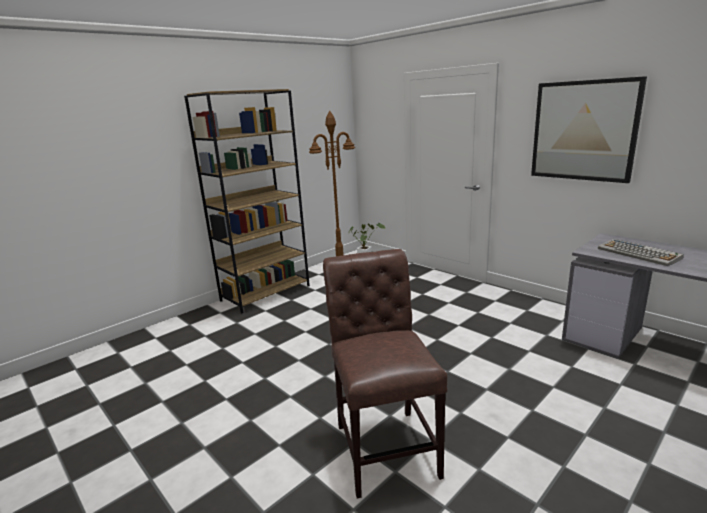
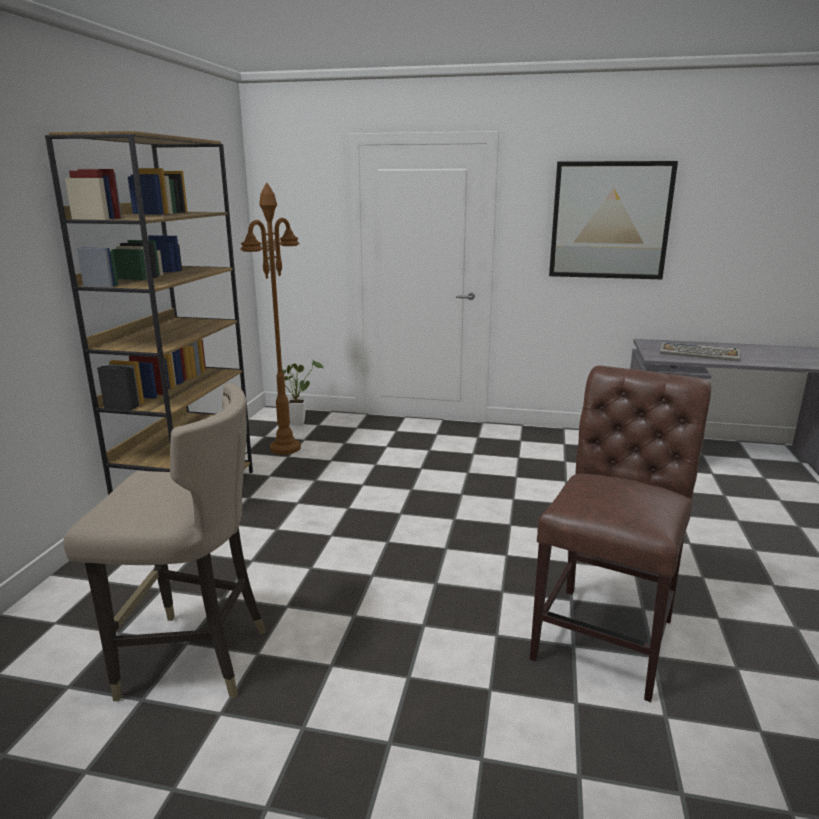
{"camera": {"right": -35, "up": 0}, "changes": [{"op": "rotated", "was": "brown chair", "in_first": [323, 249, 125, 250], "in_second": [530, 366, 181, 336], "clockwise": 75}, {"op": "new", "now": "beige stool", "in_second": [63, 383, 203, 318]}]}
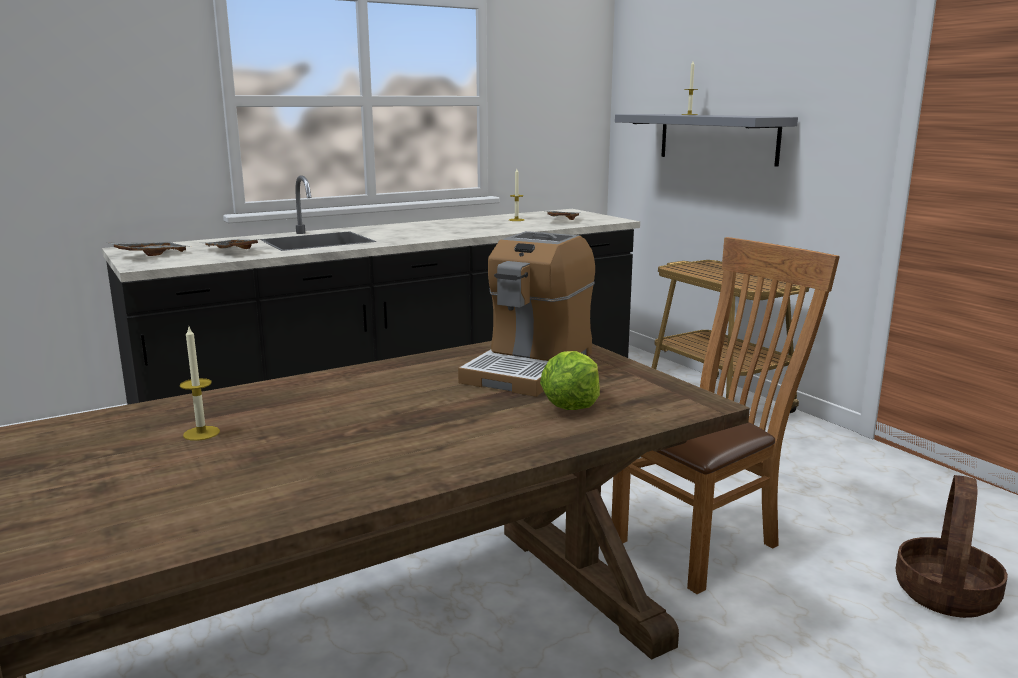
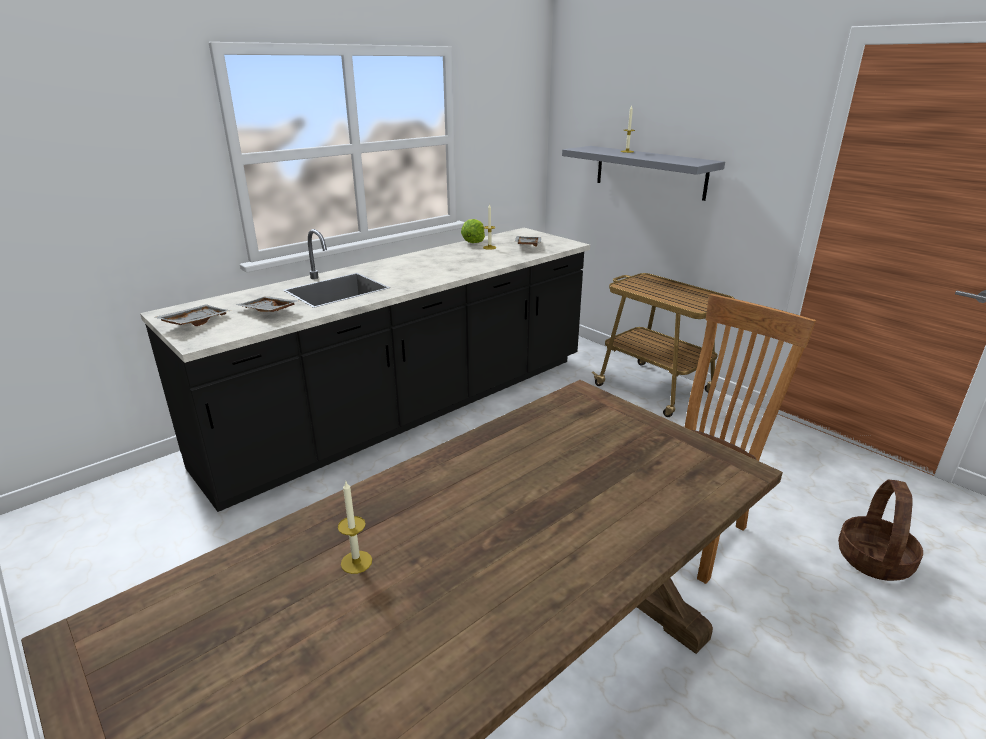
{"camera": {"right": -10, "up": 10}, "changes": [{"op": "gone", "was": "coffee machine", "in_first": [458, 231, 137, 166]}, {"op": "shifted", "was": "lettuce", "in_first": [540, 351, 60, 59], "in_second": [461, 219, 24, 24]}]}
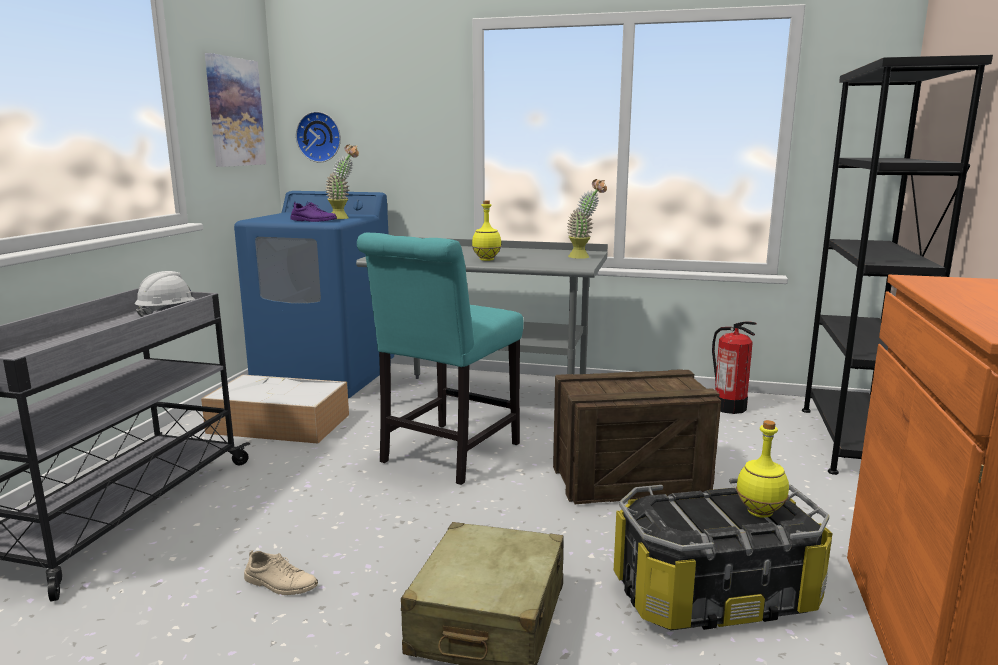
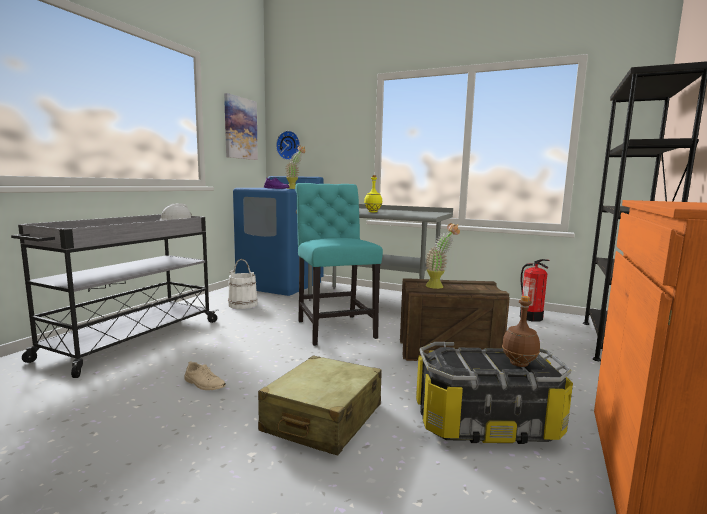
{"camera": {"right": 10, "up": -5}, "changes": [{"op": "shifted", "was": "potted plant", "in_first": [568, 179, 39, 80], "in_second": [426, 223, 34, 66]}, {"op": "rotated", "was": "turquoise chair", "in_first": [357, 233, 166, 252], "in_second": [295, 183, 88, 163], "clockwise": 120}, {"op": "swapped", "was": "storage box", "now": "white bucket", "in_first": [201, 375, 148, 69], "in_second": [228, 259, 30, 50]}, {"op": "repainted", "was": "yellow bottle", "now": "brown bottle", "in_first": [736, 420, 53, 98], "in_second": [502, 296, 38, 71]}]}
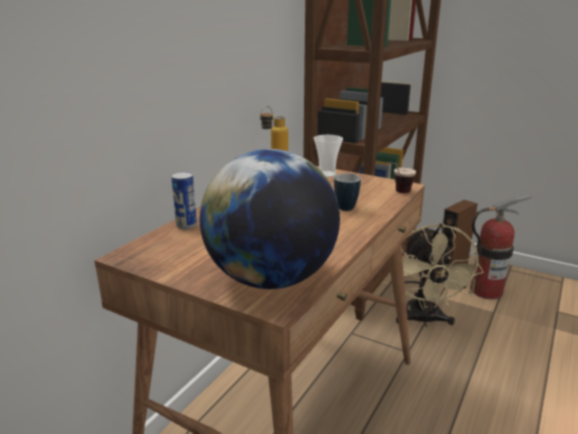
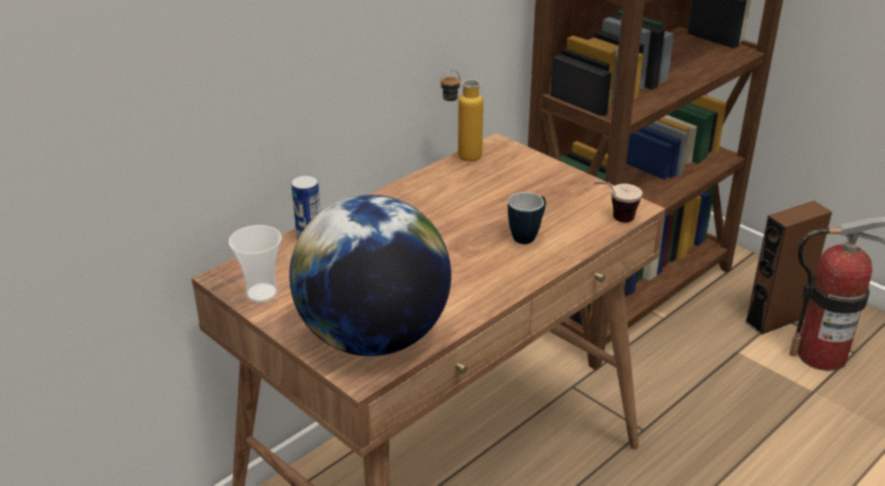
{"camera": {"right": 15, "up": 10}, "changes": [{"op": "shifted", "was": "cup", "in_first": [314, 135, 29, 42], "in_second": [229, 225, 53, 77]}, {"op": "gone", "was": "beige fan", "in_first": [396, 224, 87, 103]}]}
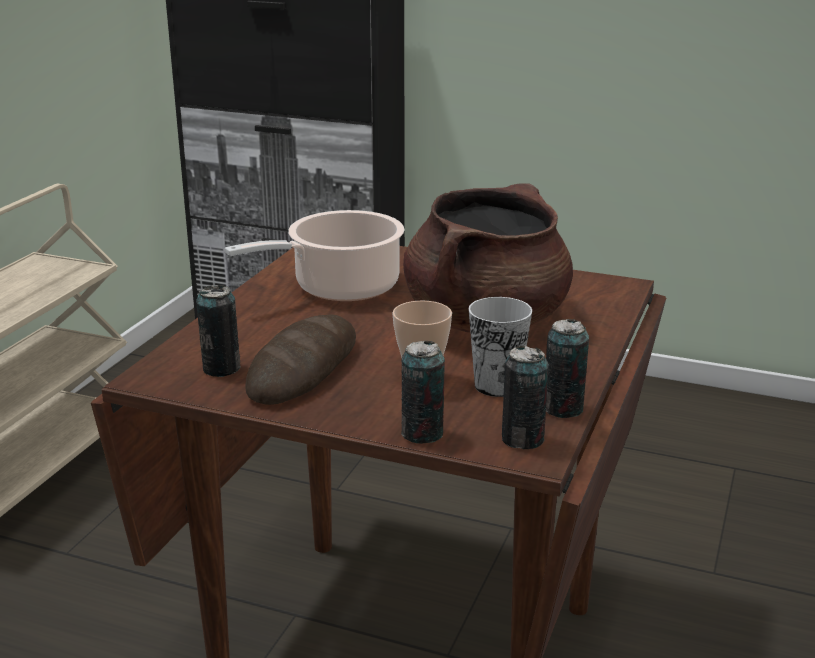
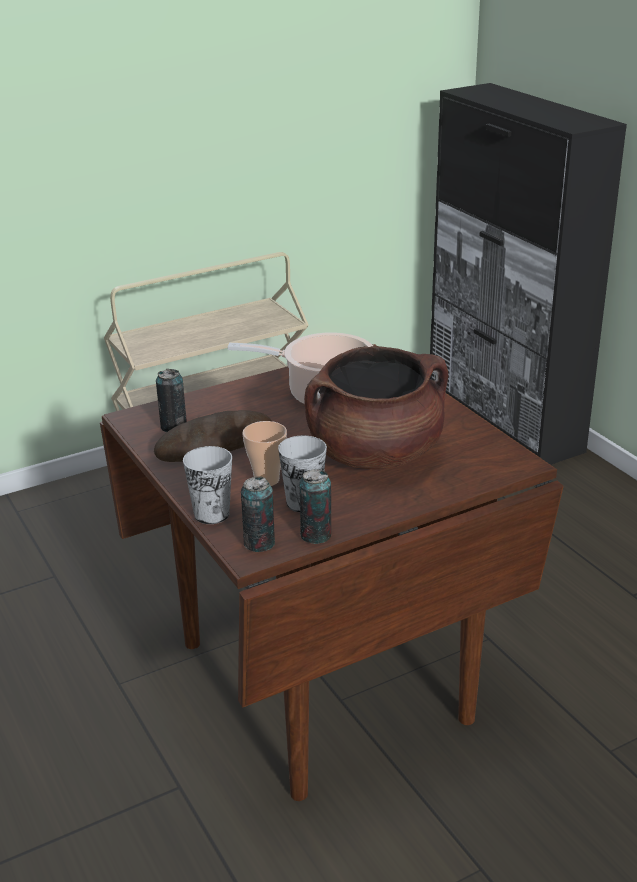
{"camera": {"right": 40, "up": 5}, "changes": [{"op": "swapped", "was": "can", "now": "cup", "in_first": [401, 341, 44, 103], "in_second": [183, 446, 49, 78]}]}
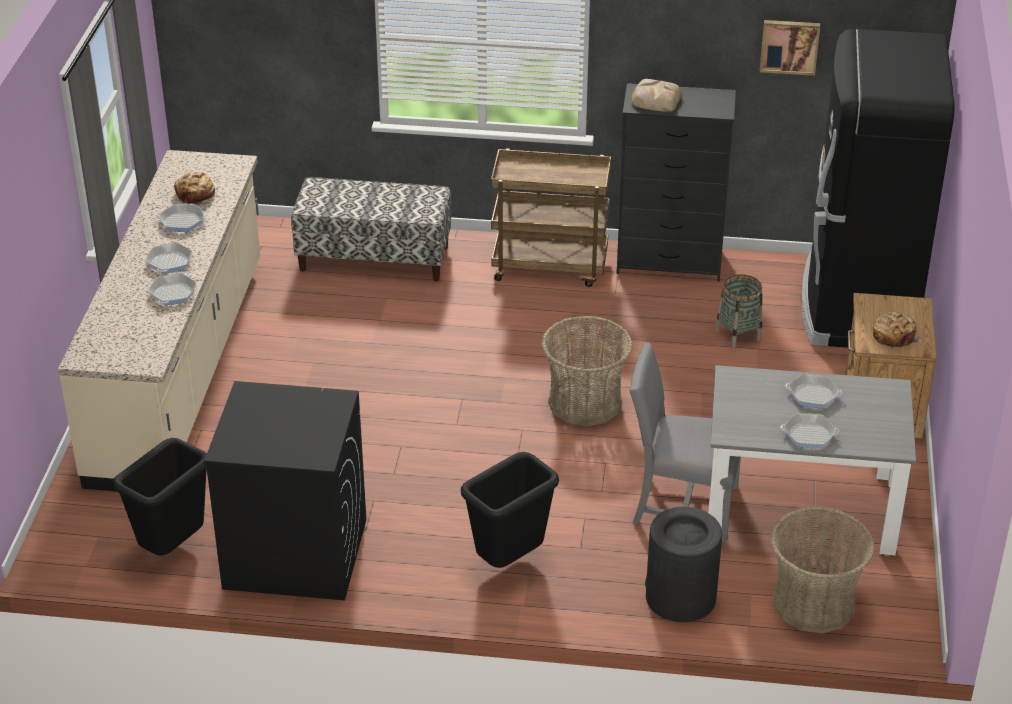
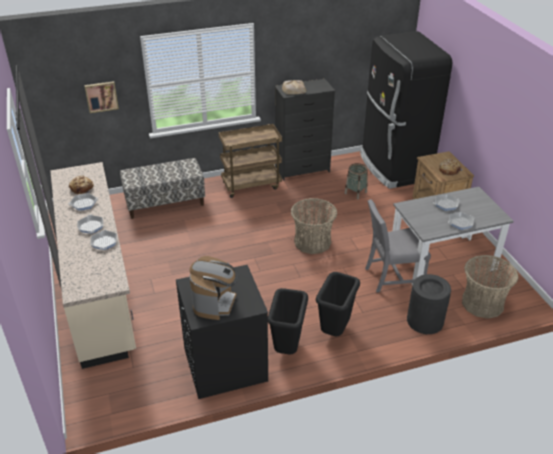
{"camera": {"right": -25, "up": 0}, "changes": [{"op": "shifted", "was": "picture", "in_first": [760, 20, 60, 56], "in_second": [84, 81, 35, 32]}, {"op": "shifted", "was": "black trash can", "in_first": [113, 438, 94, 117], "in_second": [268, 288, 40, 66]}, {"op": "new", "now": "coffee machine", "in_second": [189, 256, 49, 64]}]}
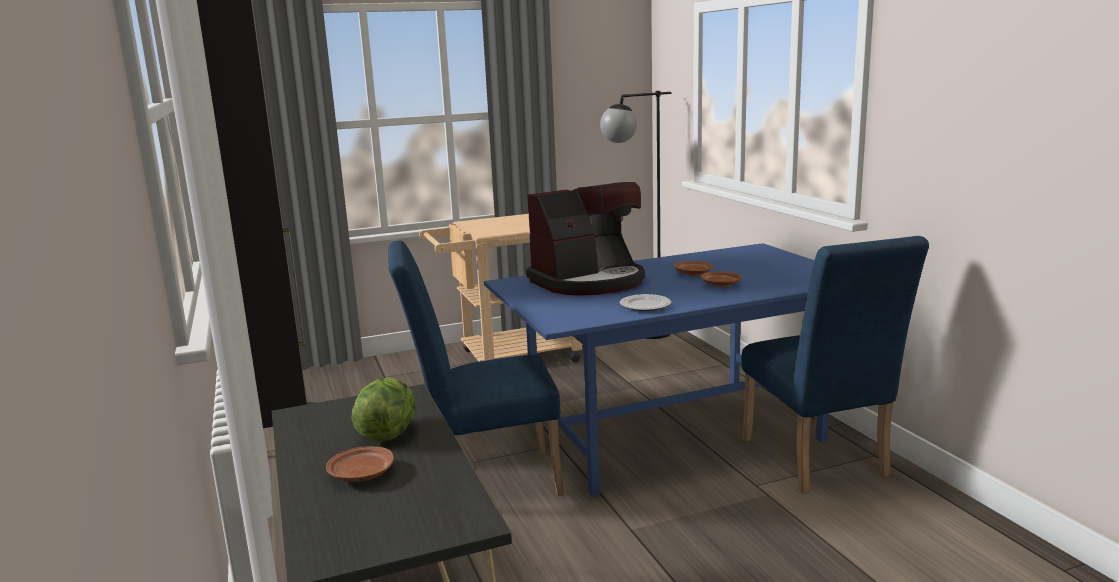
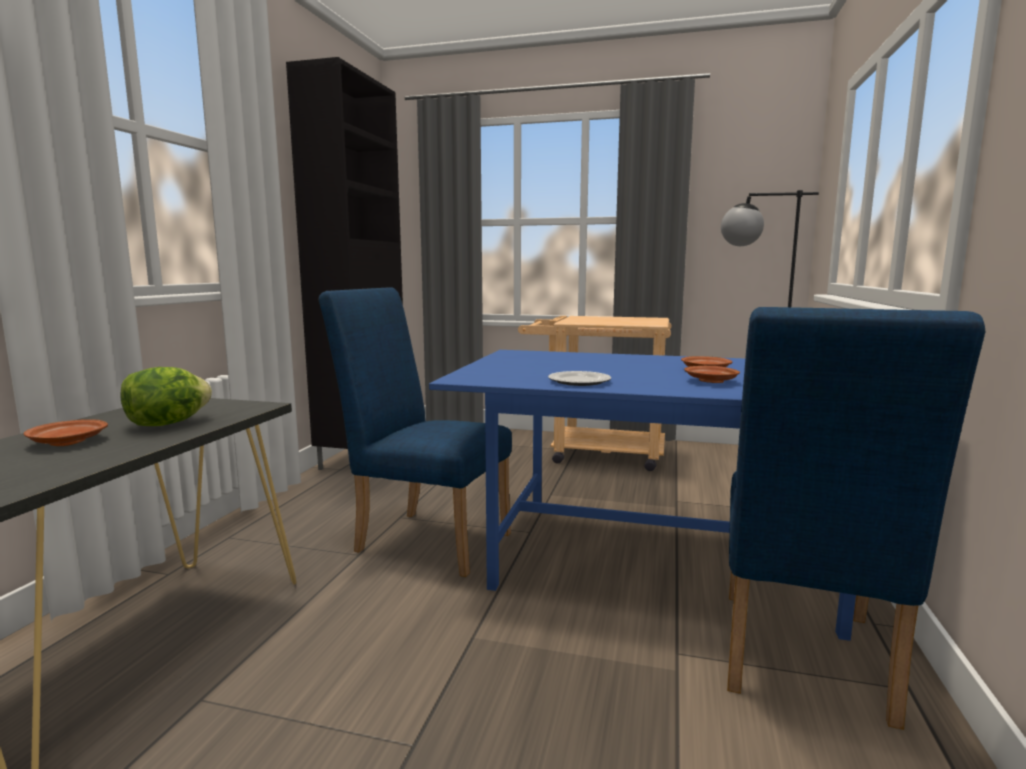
{"camera": {"right": 35, "up": -5}, "changes": [{"op": "gone", "was": "coffee machine", "in_first": [526, 182, 119, 114]}]}
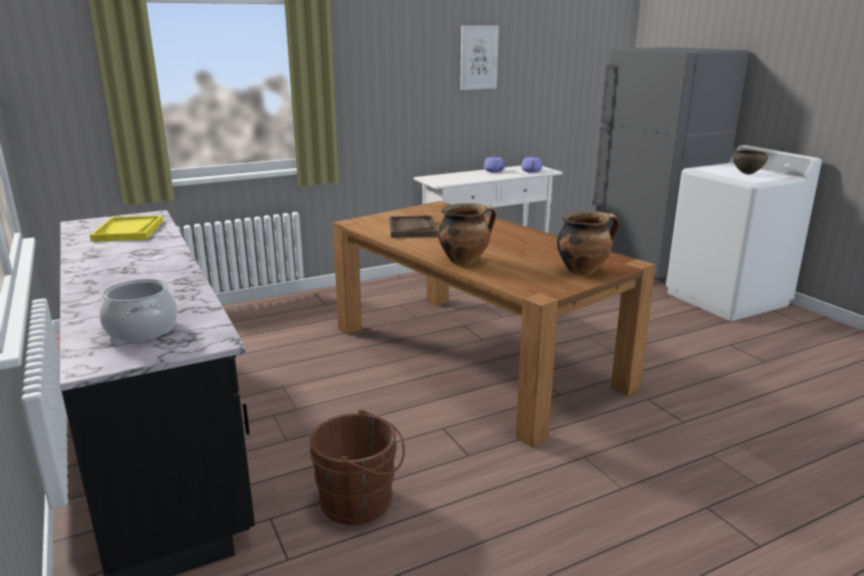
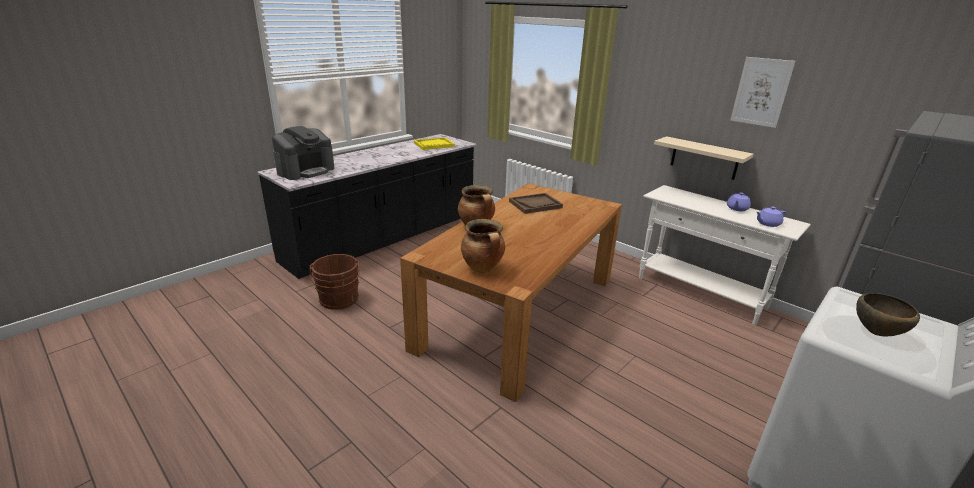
{"camera": {"right": 70, "up": 5}, "changes": [{"op": "swapped", "was": "cooking pot", "now": "coffee machine", "in_first": [99, 279, 79, 63], "in_second": [272, 126, 63, 54]}, {"op": "new", "now": "beige shelf", "in_second": [654, 136, 100, 44]}]}
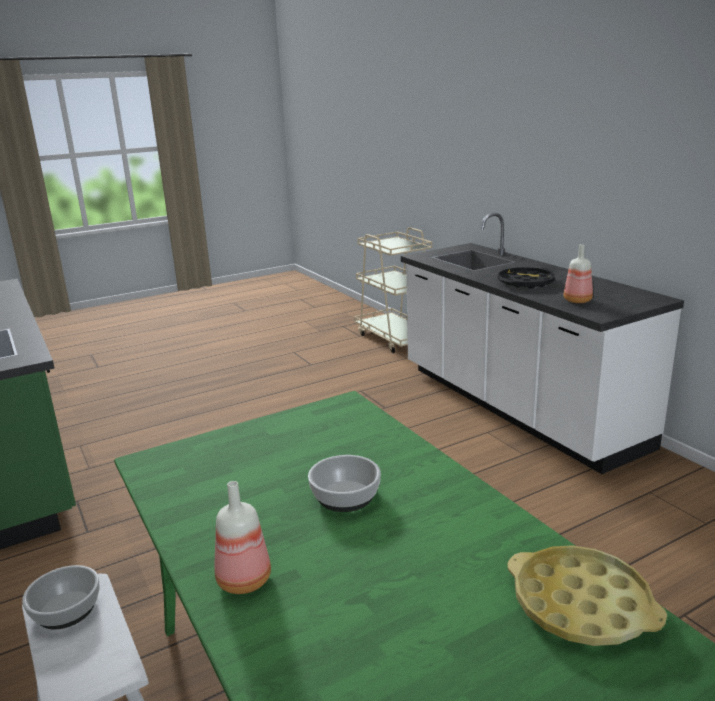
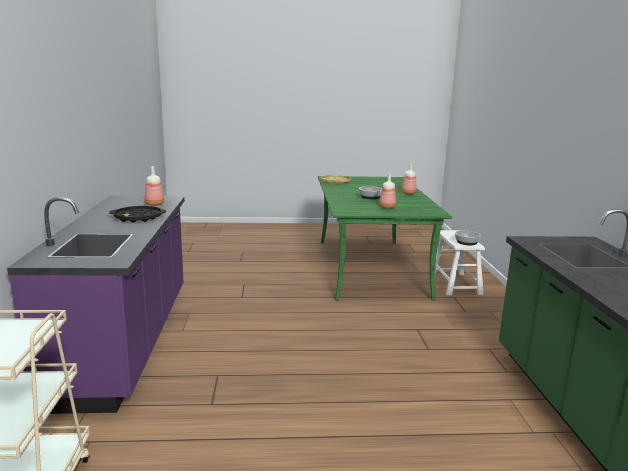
{"camera": {"right": -155, "up": -5}, "changes": [{"op": "repainted", "was": "white counter", "now": "purple counter", "in_first": [401, 213, 283, 261], "in_second": [7, 196, 178, 218]}, {"op": "new", "now": "bottle", "in_second": [379, 173, 17, 36]}]}
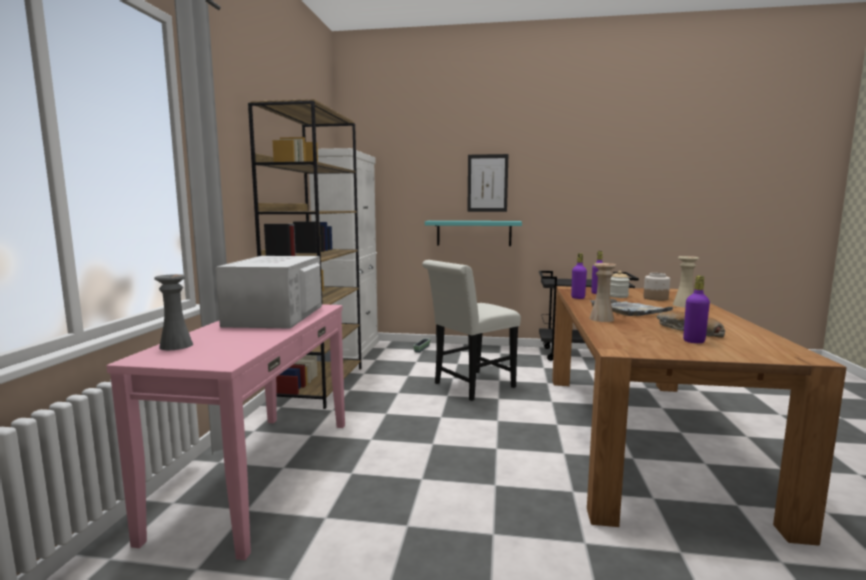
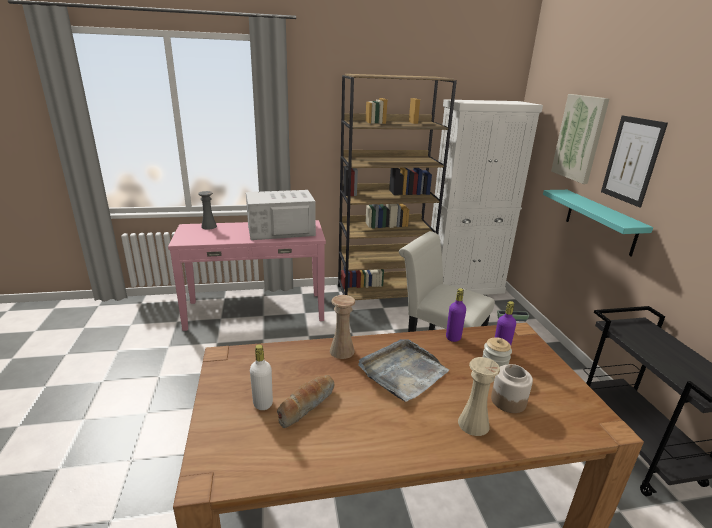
{"camera": {"right": 70, "up": 15}, "changes": [{"op": "repainted", "was": "purple bottle", "now": "white bottle", "in_first": [683, 276, 27, 67], "in_second": [250, 344, 23, 66]}, {"op": "new", "now": "picture", "in_second": [551, 94, 58, 90]}]}
